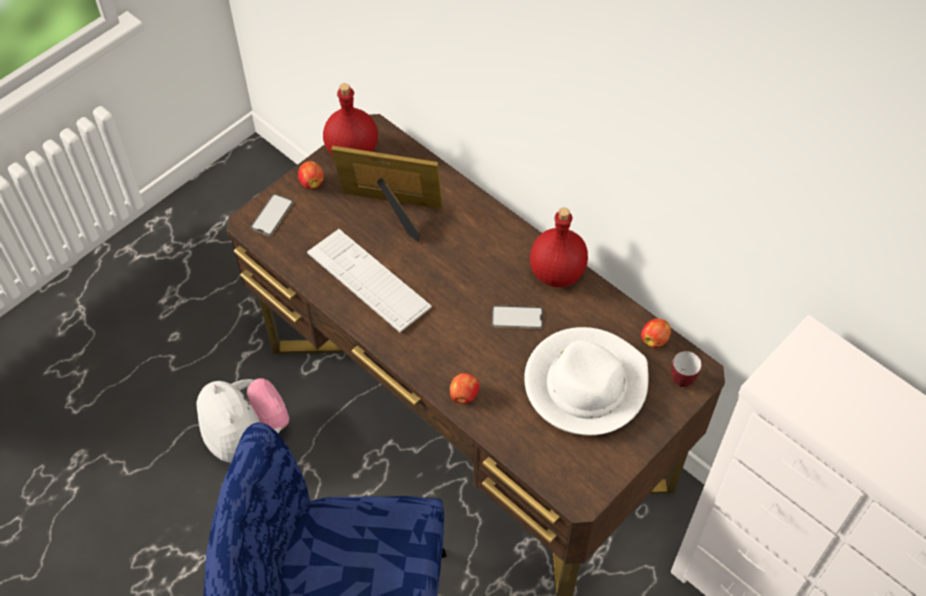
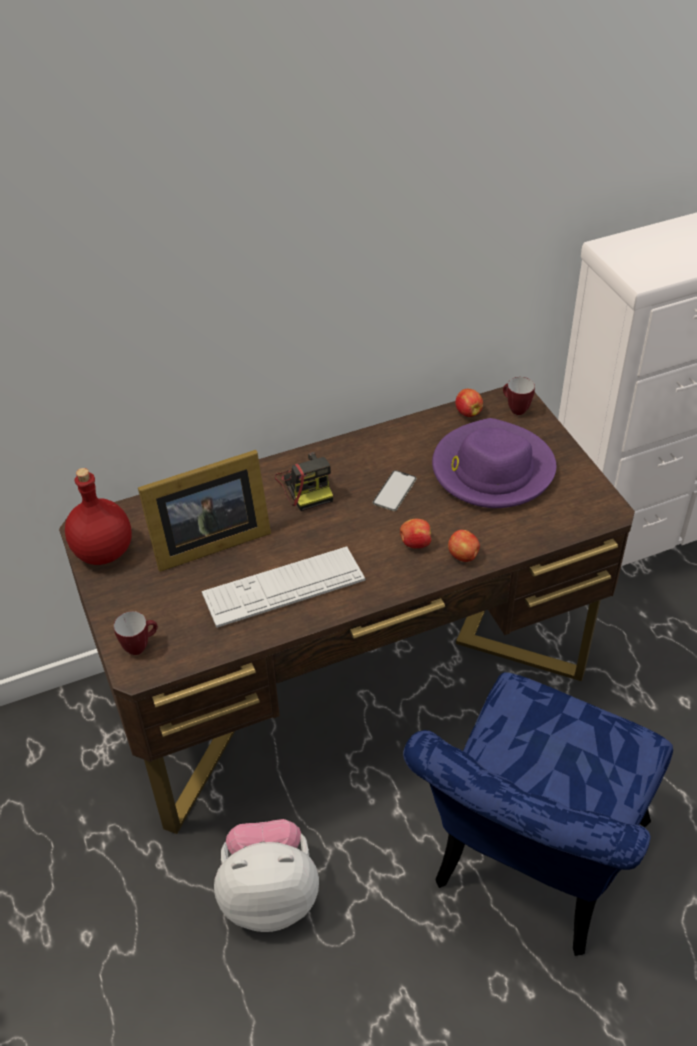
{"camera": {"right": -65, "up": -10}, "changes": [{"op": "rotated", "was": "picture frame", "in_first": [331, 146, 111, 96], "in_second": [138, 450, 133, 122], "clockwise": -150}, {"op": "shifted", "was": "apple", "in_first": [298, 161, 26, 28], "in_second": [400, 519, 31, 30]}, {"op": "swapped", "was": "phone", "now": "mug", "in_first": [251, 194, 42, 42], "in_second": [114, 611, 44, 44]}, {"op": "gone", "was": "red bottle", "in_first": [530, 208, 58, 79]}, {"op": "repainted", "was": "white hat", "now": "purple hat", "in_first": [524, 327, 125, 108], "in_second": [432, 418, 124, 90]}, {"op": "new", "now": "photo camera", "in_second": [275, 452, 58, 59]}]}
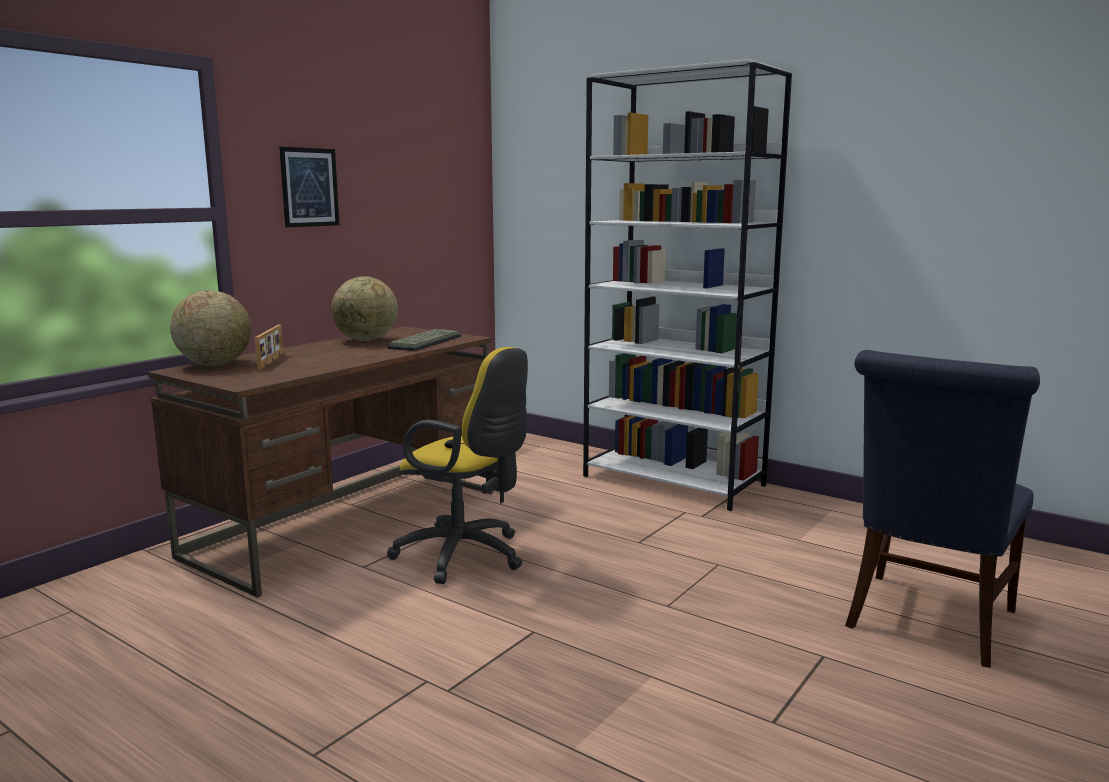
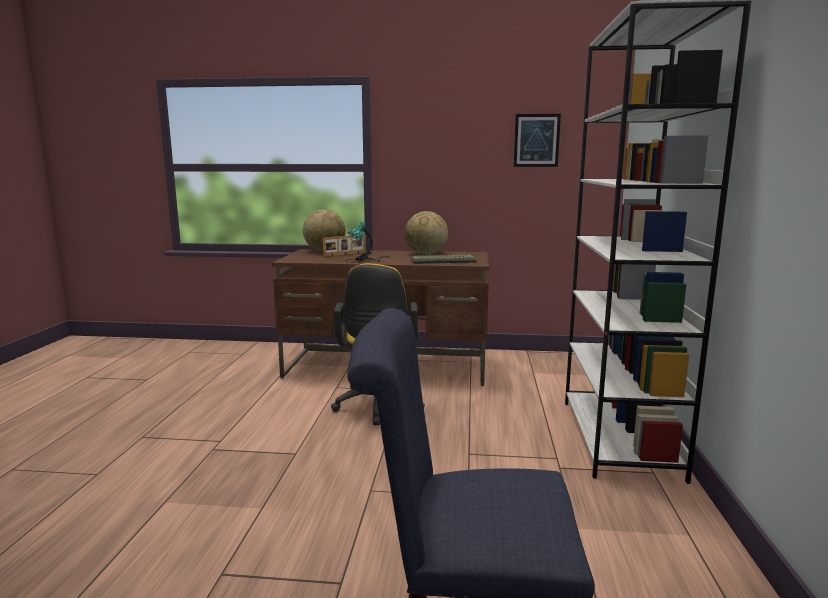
{"camera": {"right": 60, "up": 0}, "changes": [{"op": "shifted", "was": "picture", "in_first": [279, 147, 60, 80], "in_second": [514, 114, 47, 53]}, {"op": "new", "now": "table lamp", "in_second": [345, 222, 45, 41]}]}
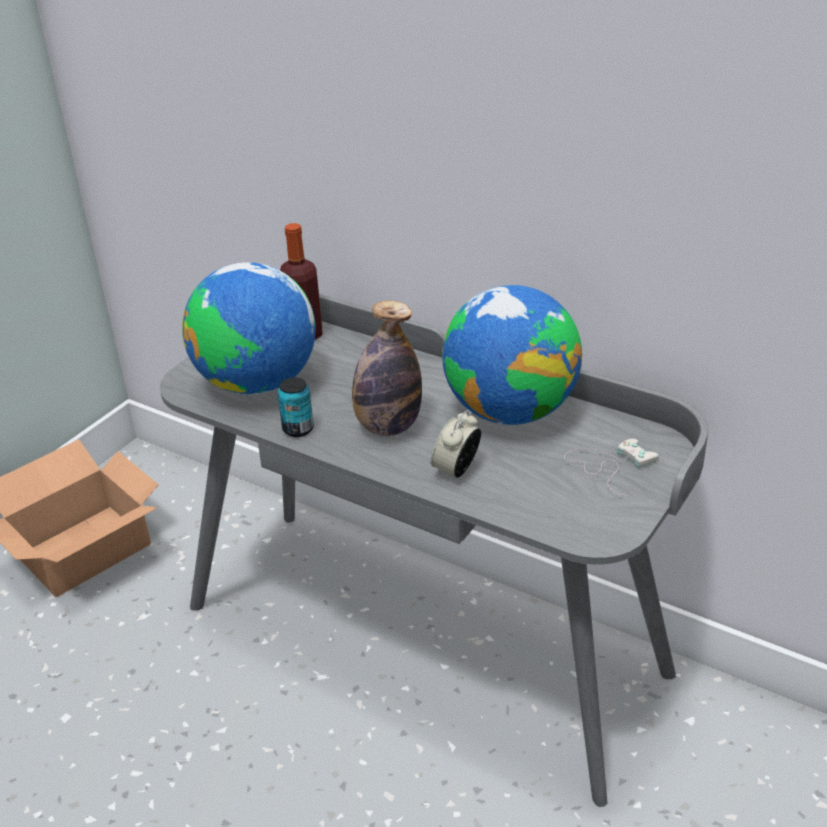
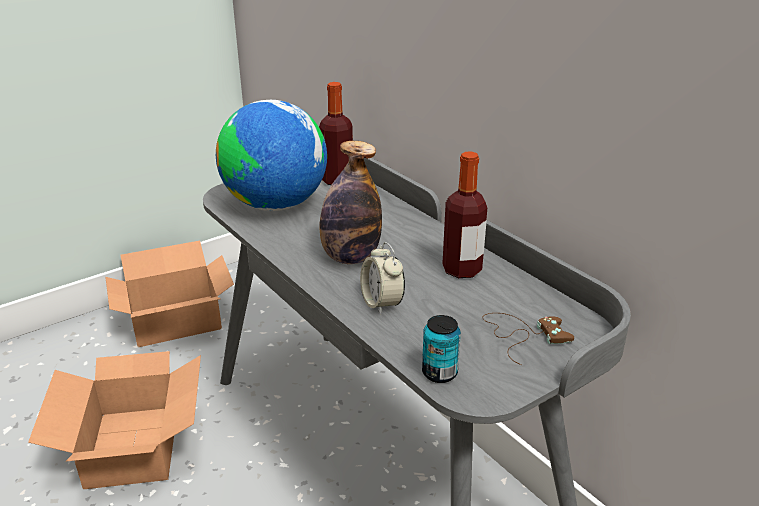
{"camera": {"right": 20, "up": -5}, "changes": [{"op": "swapped", "was": "globe", "now": "bottle", "in_first": [442, 285, 140, 140], "in_second": [442, 151, 45, 127]}, {"op": "shifted", "was": "can", "in_first": [277, 377, 37, 60], "in_second": [422, 315, 39, 68]}, {"op": "rotated", "was": "alarm clock", "in_first": [431, 410, 50, 68], "in_second": [360, 242, 45, 73], "clockwise": -75}, {"op": "repainted", "was": "white game controller", "now": "brown game controller", "in_first": [564, 439, 95, 57], "in_second": [482, 313, 92, 52]}, {"op": "new", "now": "cardboard box", "in_second": [28, 351, 173, 138]}]}
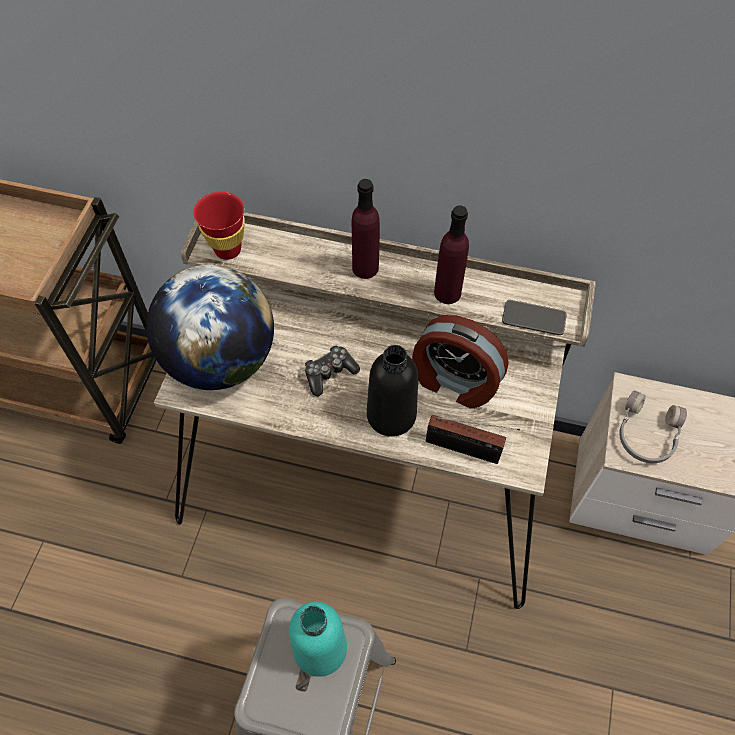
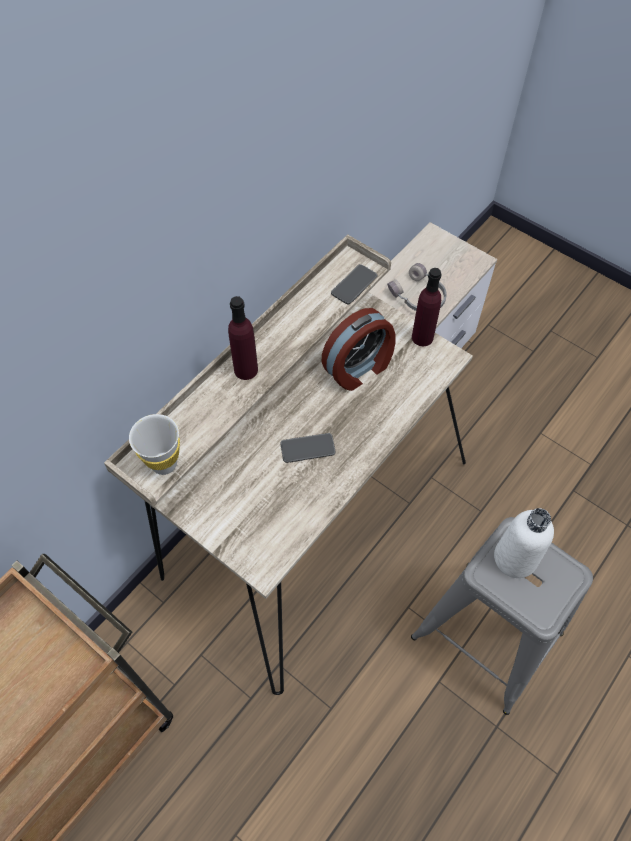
{"camera": {"right": -65, "up": 0}, "changes": [{"op": "repainted", "was": "red cup", "now": "white cup", "in_first": [193, 191, 52, 69], "in_second": [129, 414, 51, 61]}, {"op": "shifted", "was": "purple bottle", "in_first": [434, 205, 35, 99], "in_second": [412, 268, 30, 78]}, {"op": "gone", "was": "globe", "in_first": [146, 265, 128, 125]}, {"op": "swapped", "was": "game controller", "now": "phone", "in_first": [305, 345, 55, 51], "in_second": [280, 433, 56, 30]}, {"op": "gone", "was": "black bottle", "in_first": [367, 345, 51, 92]}, {"op": "gone", "was": "radio", "in_first": [426, 415, 94, 49]}, {"op": "repainted", "was": "turquoise bottle", "now": "white bottle", "in_first": [289, 601, 58, 76], "in_second": [494, 508, 60, 70]}]}
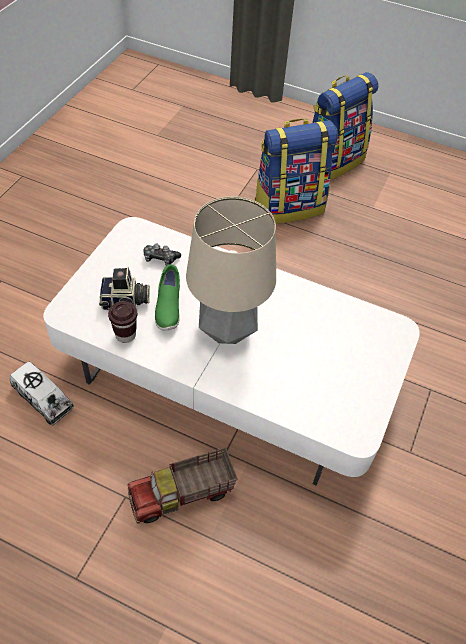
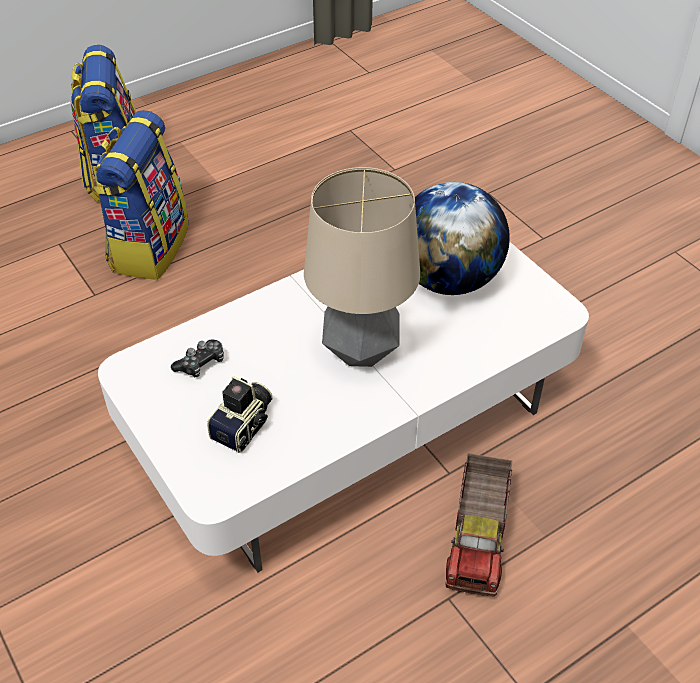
{"camera": {"right": -55, "up": -5}, "changes": [{"op": "gone", "was": "green shoe", "in_first": [155, 264, 25, 67]}, {"op": "gone", "was": "brown cup", "in_first": [108, 301, 29, 42]}, {"op": "gone", "was": "toy truck", "in_first": [10, 362, 64, 63]}, {"op": "new", "now": "globe", "in_second": [415, 182, 95, 113]}]}
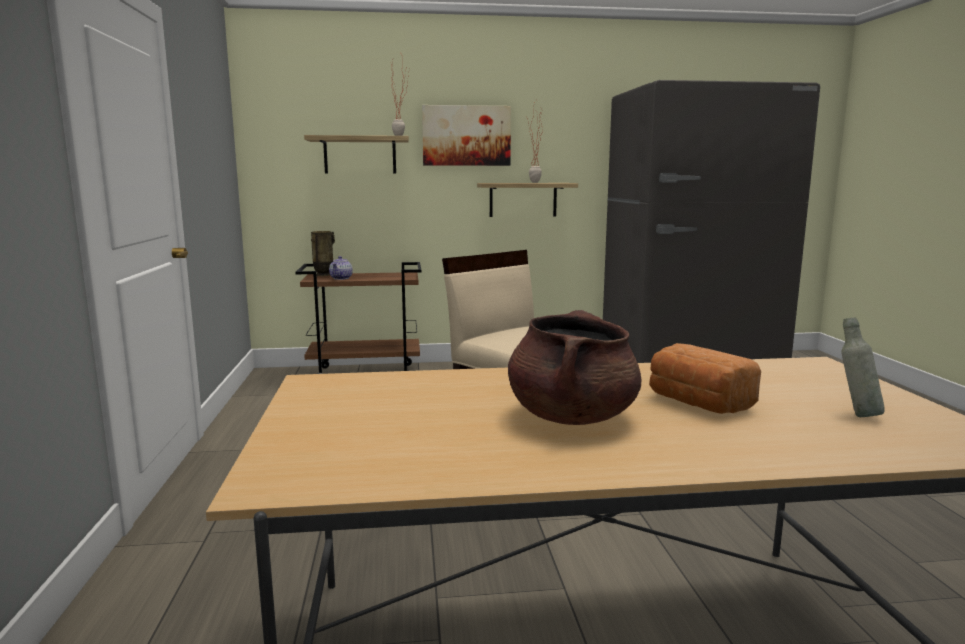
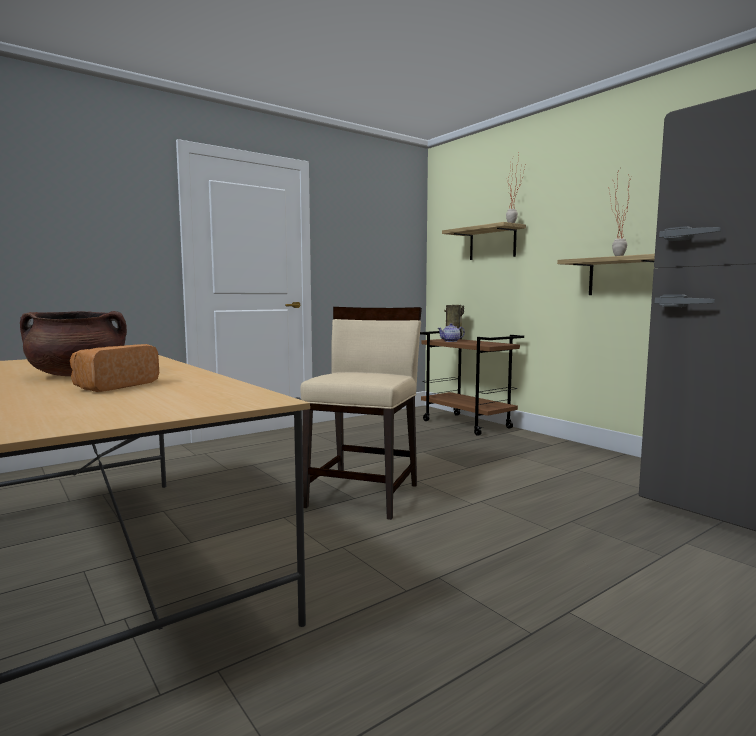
{"camera": {"right": 60, "up": -5}, "changes": [{"op": "gone", "was": "picture", "in_first": [422, 105, 89, 61]}, {"op": "gone", "was": "grey bottle", "in_first": [841, 317, 44, 100]}]}
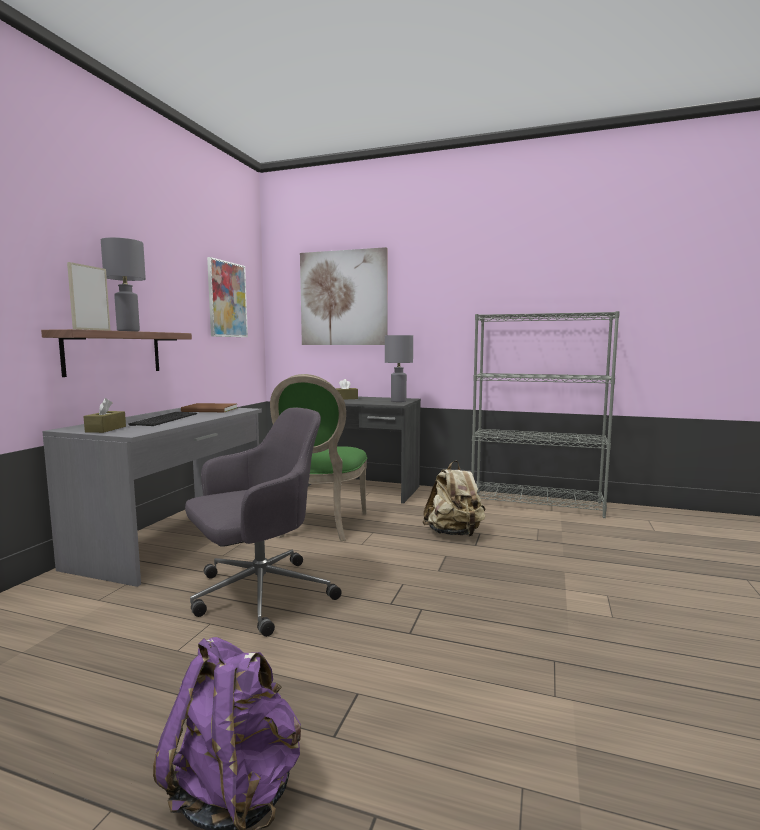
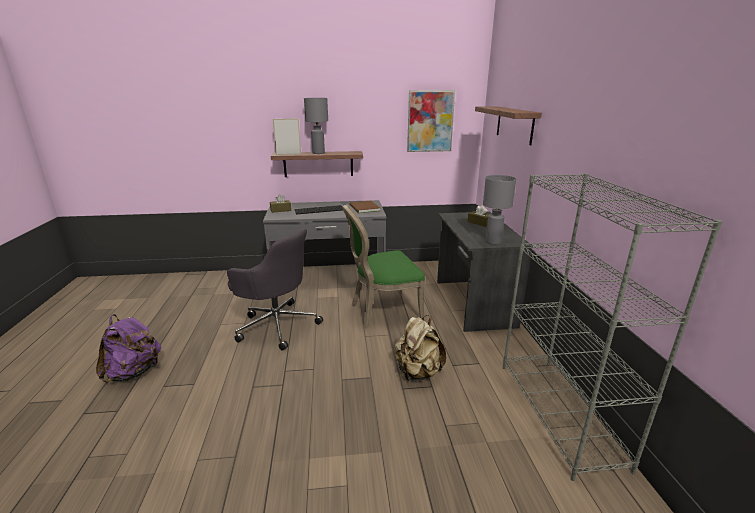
{"camera": {"right": 65, "up": 15}, "changes": [{"op": "swapped", "was": "picture", "now": "shelf", "in_first": [300, 247, 88, 98], "in_second": [475, 106, 67, 39]}]}
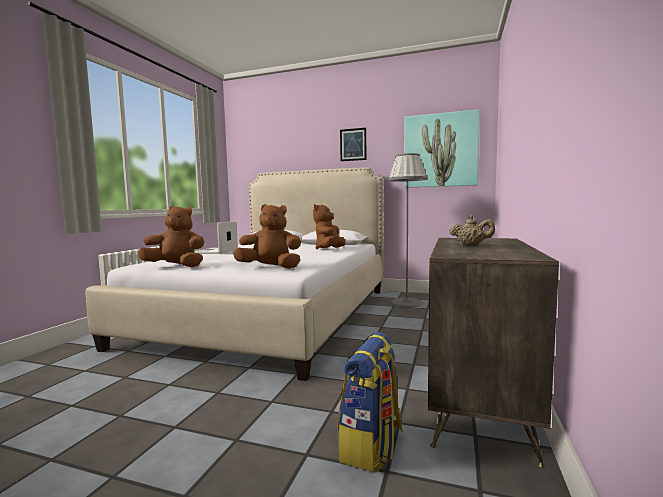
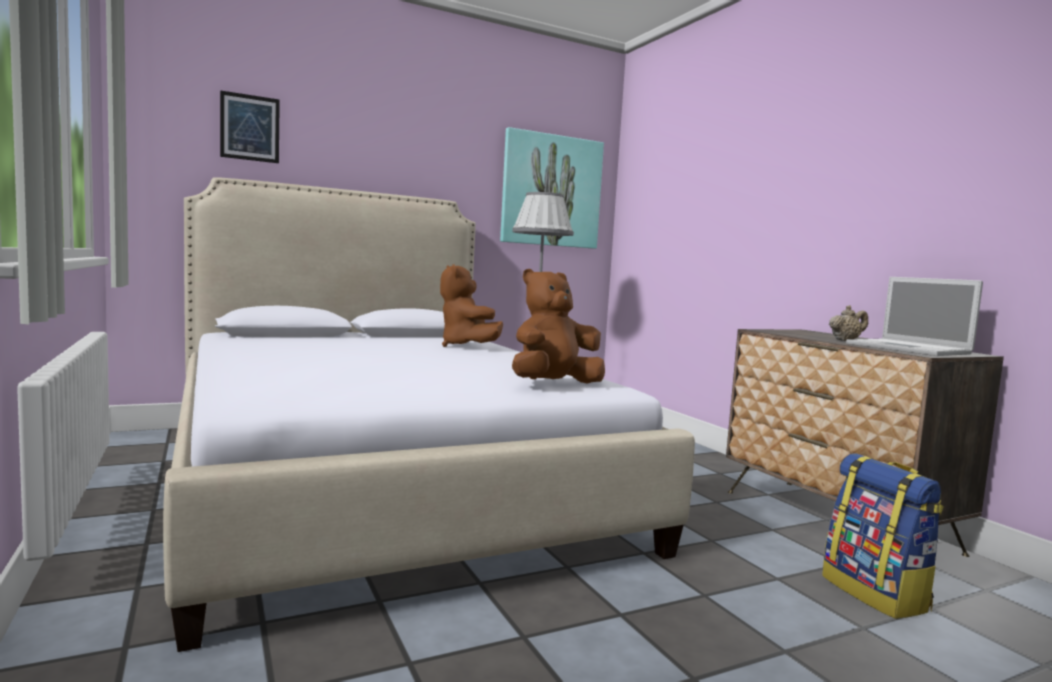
{"camera": {"right": -45, "up": 0}, "changes": [{"op": "shifted", "was": "picture", "in_first": [340, 128, 26, 33], "in_second": [220, 90, 60, 73]}, {"op": "gone", "was": "brown plush toy", "in_first": [138, 206, 66, 61]}, {"op": "shifted", "was": "laptop", "in_first": [194, 221, 44, 33], "in_second": [846, 277, 137, 79]}]}
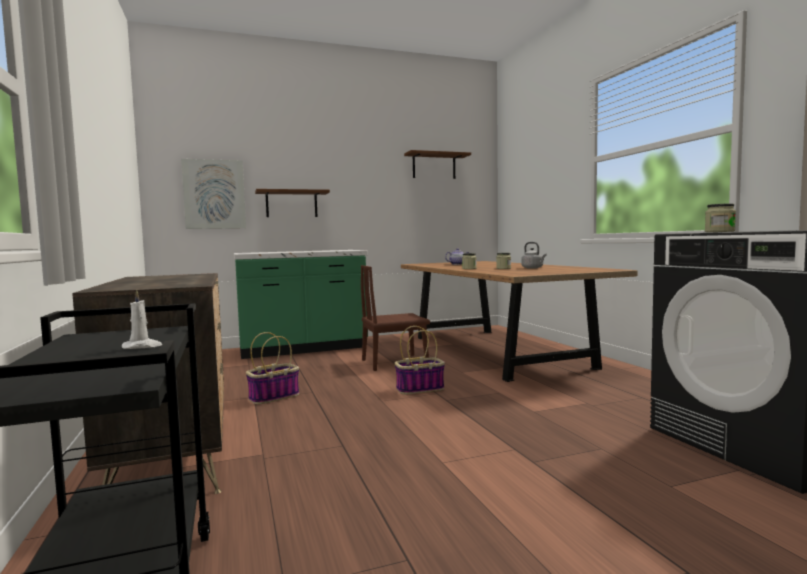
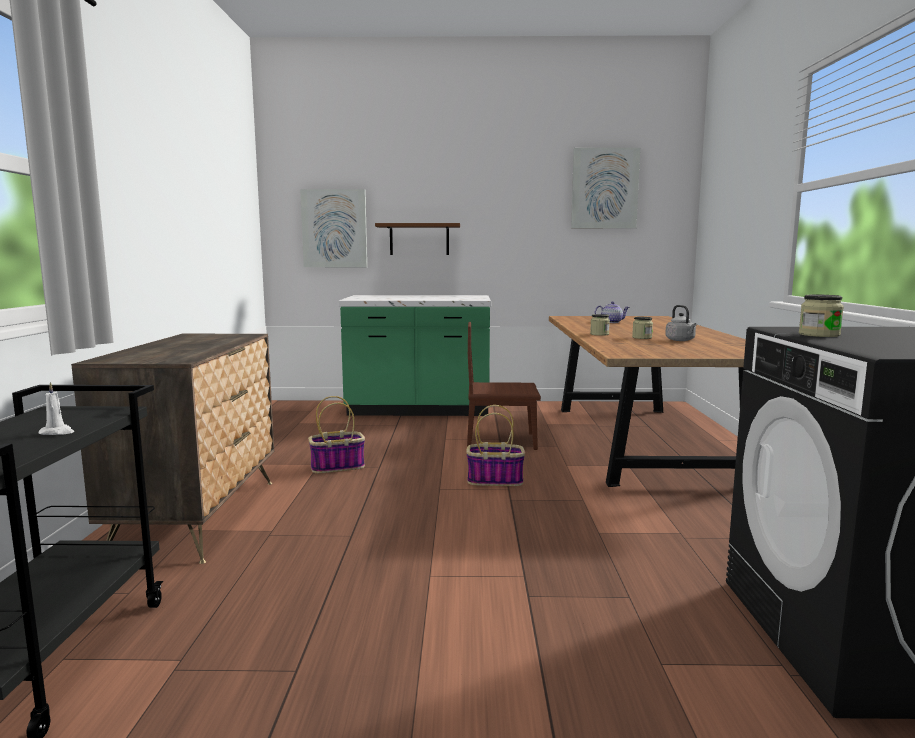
{"camera": {"right": 20, "up": 5}, "changes": [{"op": "swapped", "was": "brown shelf", "now": "picture", "in_first": [404, 150, 67, 29], "in_second": [571, 148, 69, 80]}]}
